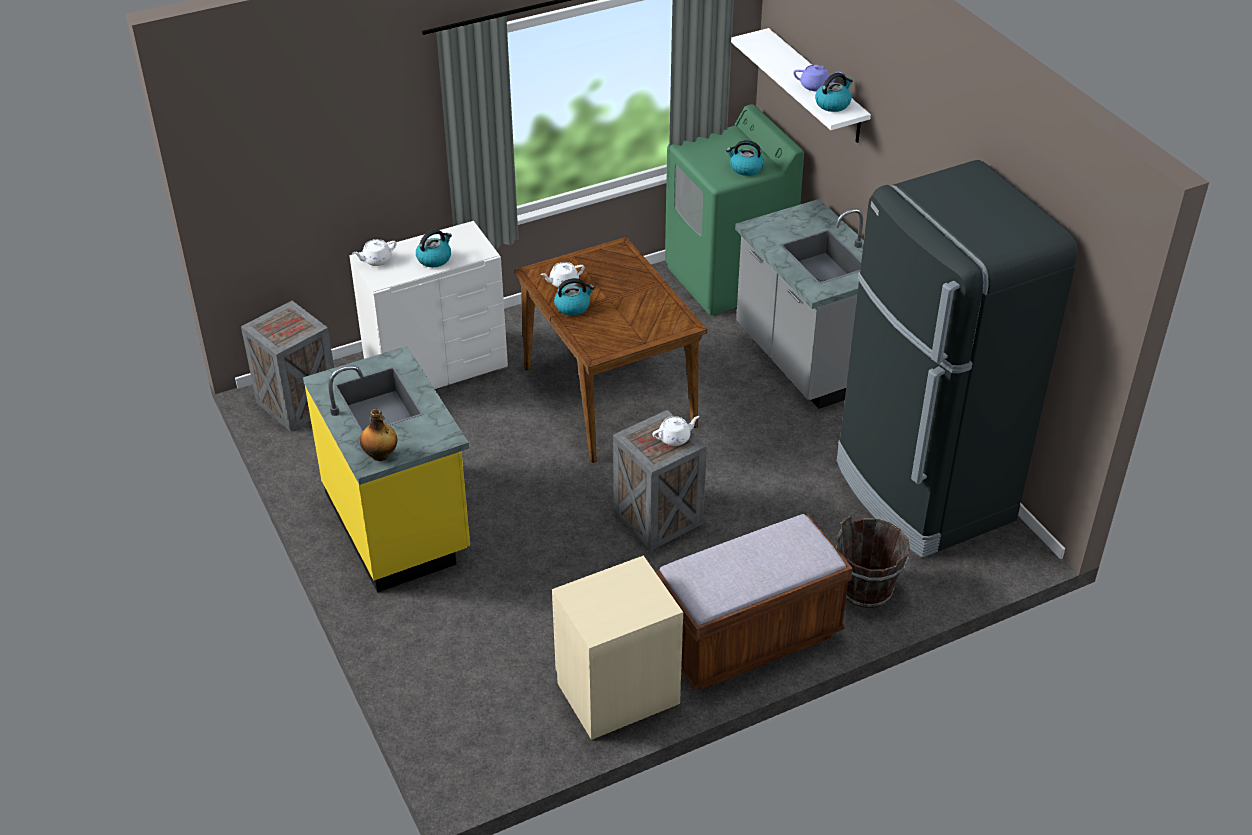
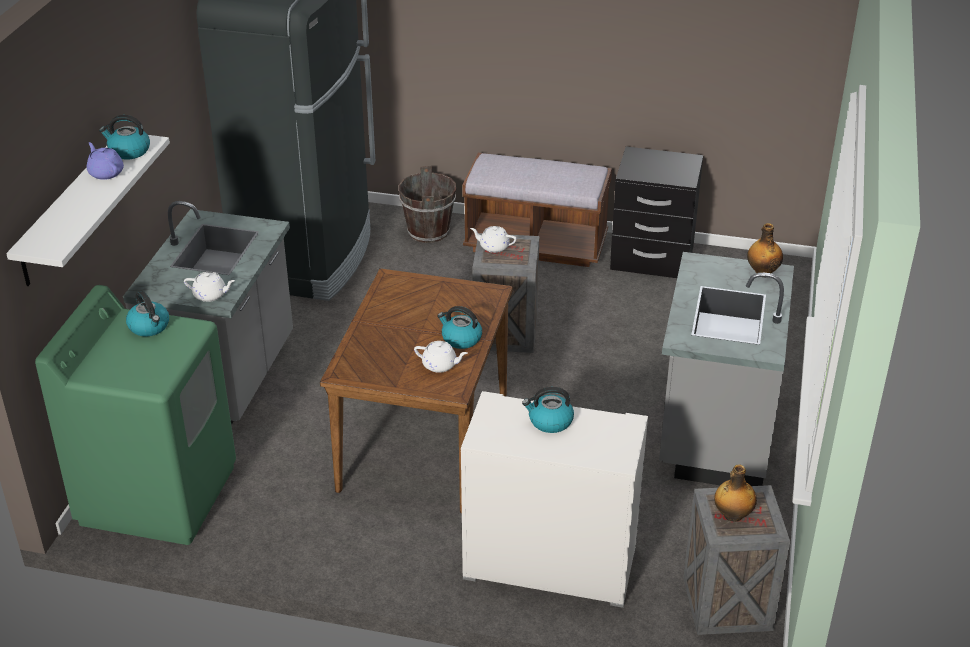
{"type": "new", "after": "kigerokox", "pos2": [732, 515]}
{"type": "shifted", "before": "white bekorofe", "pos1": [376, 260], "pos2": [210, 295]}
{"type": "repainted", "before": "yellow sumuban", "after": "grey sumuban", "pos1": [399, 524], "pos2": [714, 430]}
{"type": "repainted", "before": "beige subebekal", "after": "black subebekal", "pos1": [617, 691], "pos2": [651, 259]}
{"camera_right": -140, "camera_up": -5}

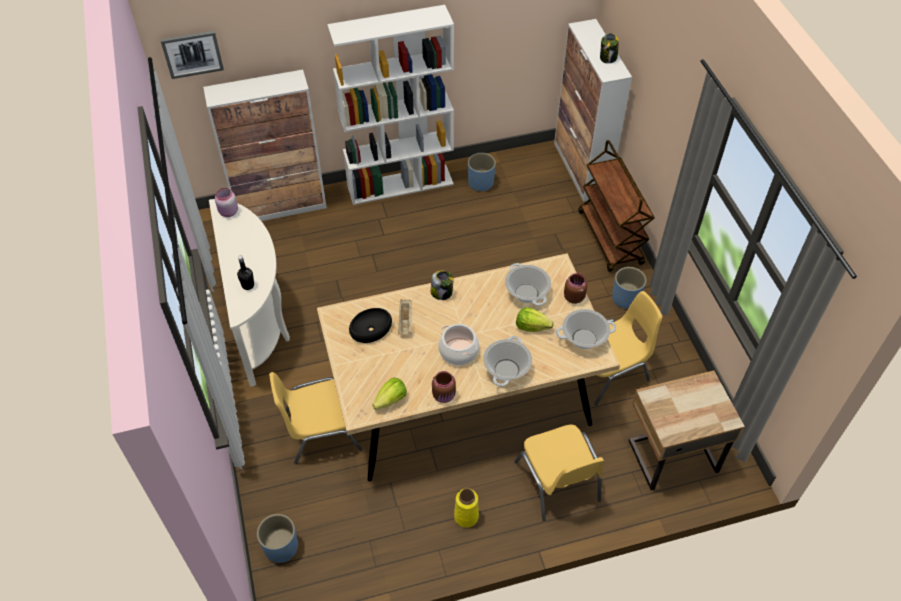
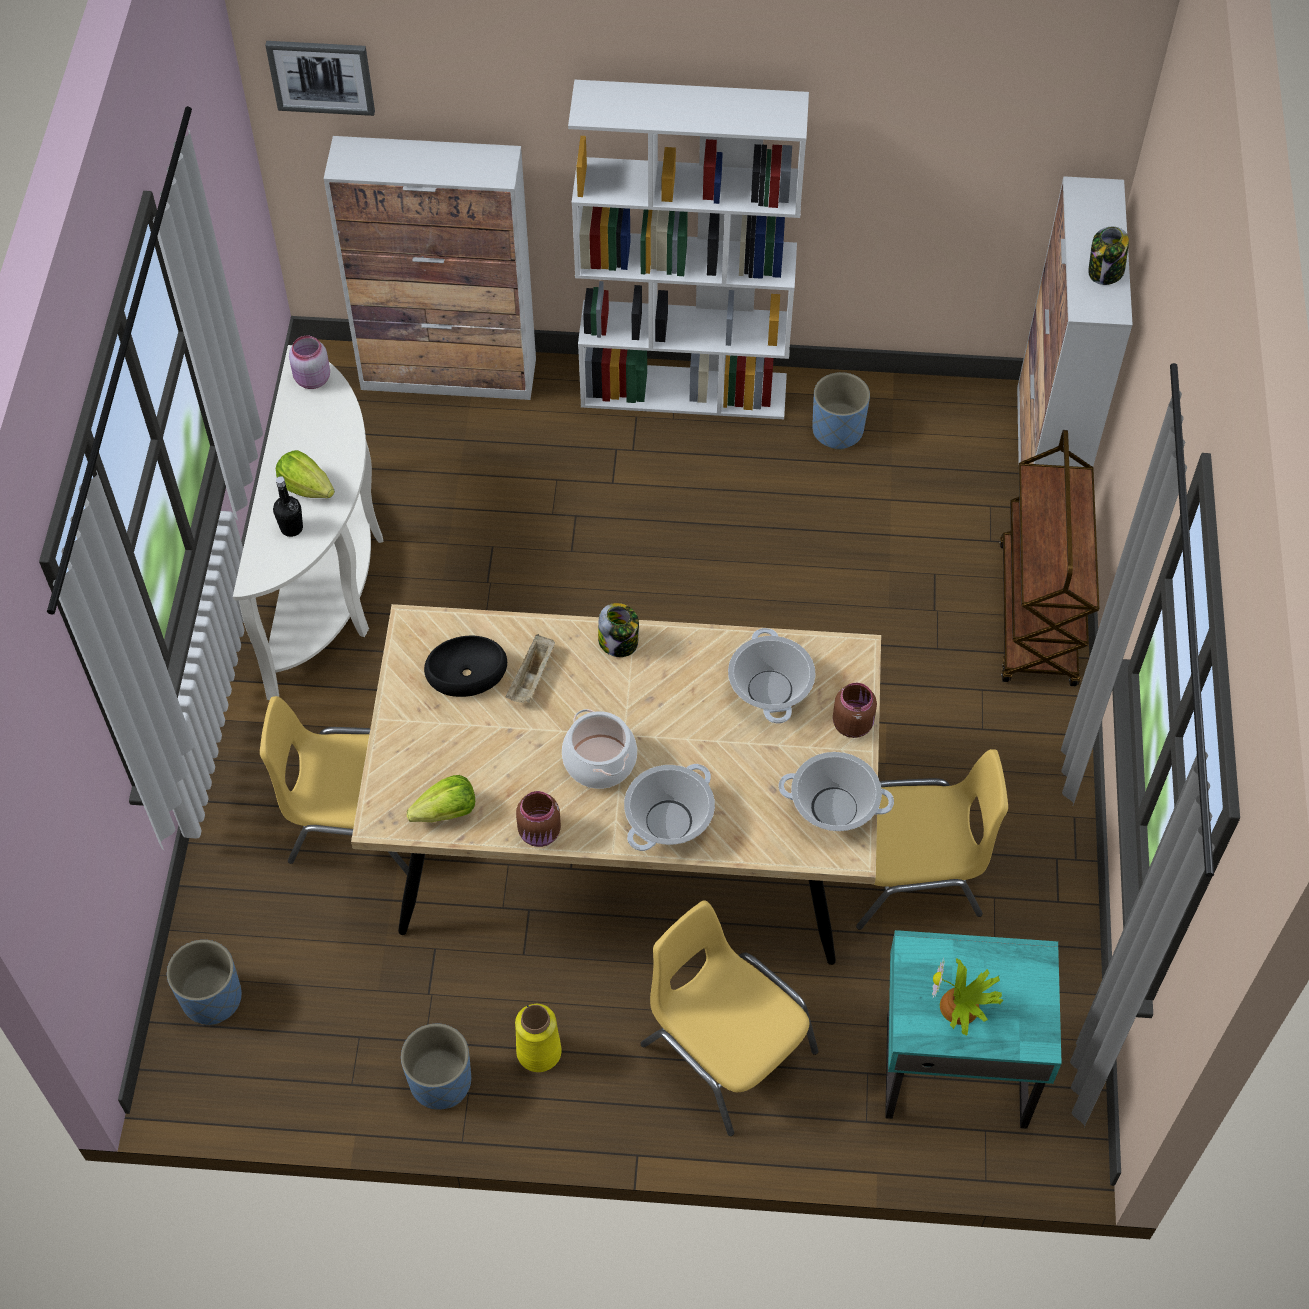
{"type": "new", "after": "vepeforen", "pos2": [961, 1008]}
{"type": "shifted", "before": "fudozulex", "pos1": [532, 326], "pos2": [306, 487]}
{"type": "shifted", "before": "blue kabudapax", "pos1": [625, 298], "pos2": [440, 1082]}
{"type": "repainted", "before": "beige subebekal", "after": "turquoise subebekal", "pos1": [671, 454], "pos2": [954, 1066]}
{"type": "rotated", "before": "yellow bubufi", "pos1": [558, 482], "pos2": [726, 1047], "turn": 135}
{"camera_right": 20, "camera_up": 5}

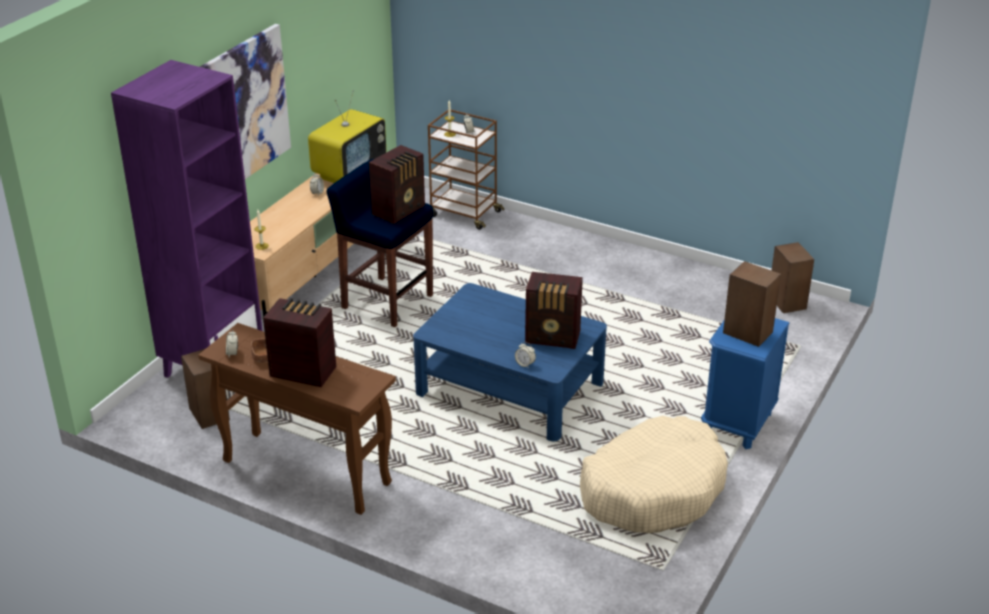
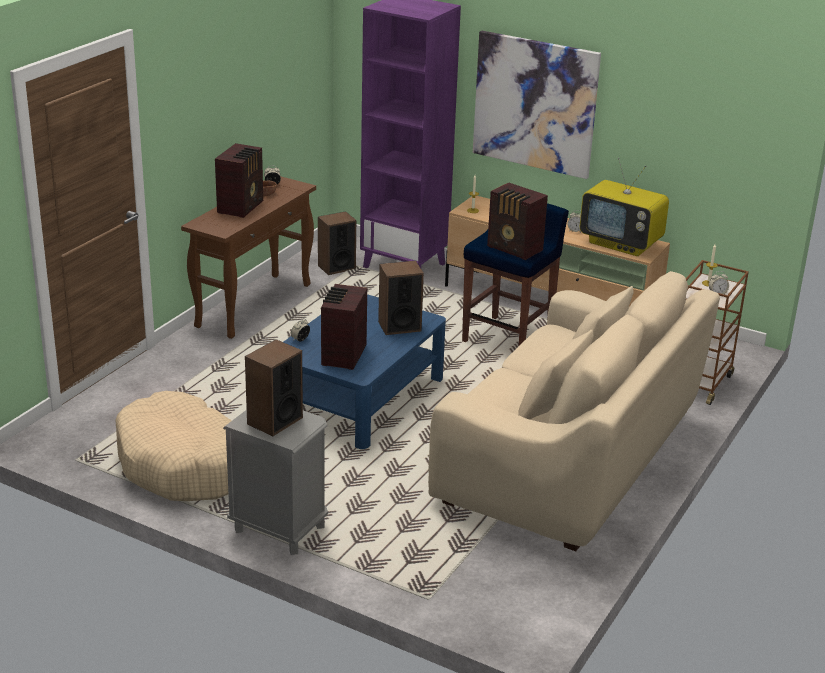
{"type": "new", "after": "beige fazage", "pos2": [570, 460]}
{"type": "shifted", "before": "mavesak", "pos1": [787, 302], "pos2": [399, 326]}
{"type": "repainted", "before": "blue subebekal", "after": "grey subebekal", "pos1": [737, 424], "pos2": [278, 529]}
{"camera_right": 90, "camera_up": -5}

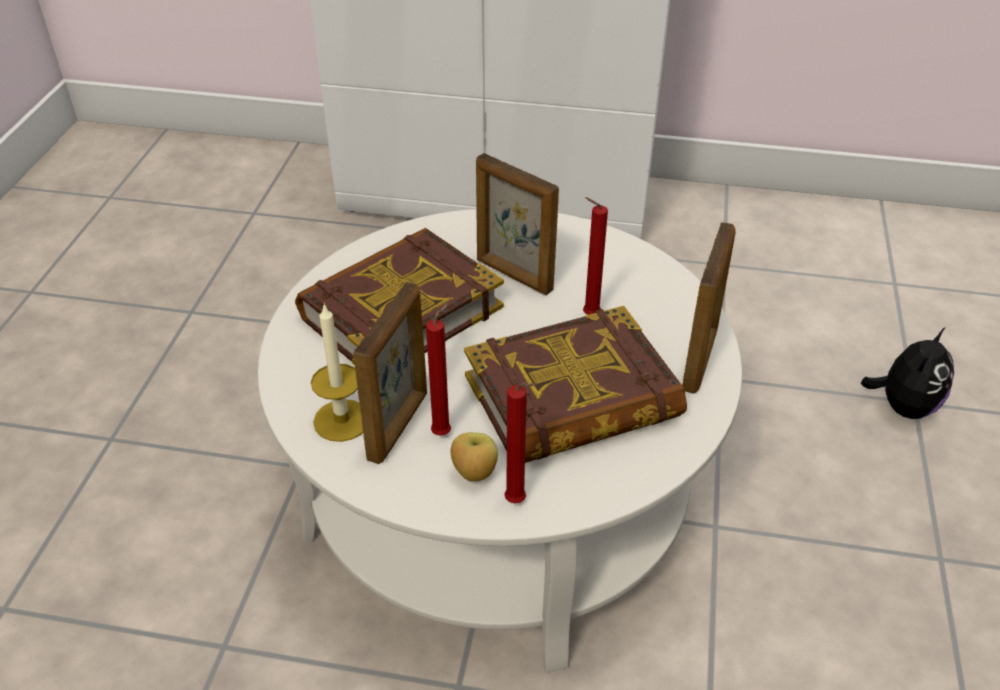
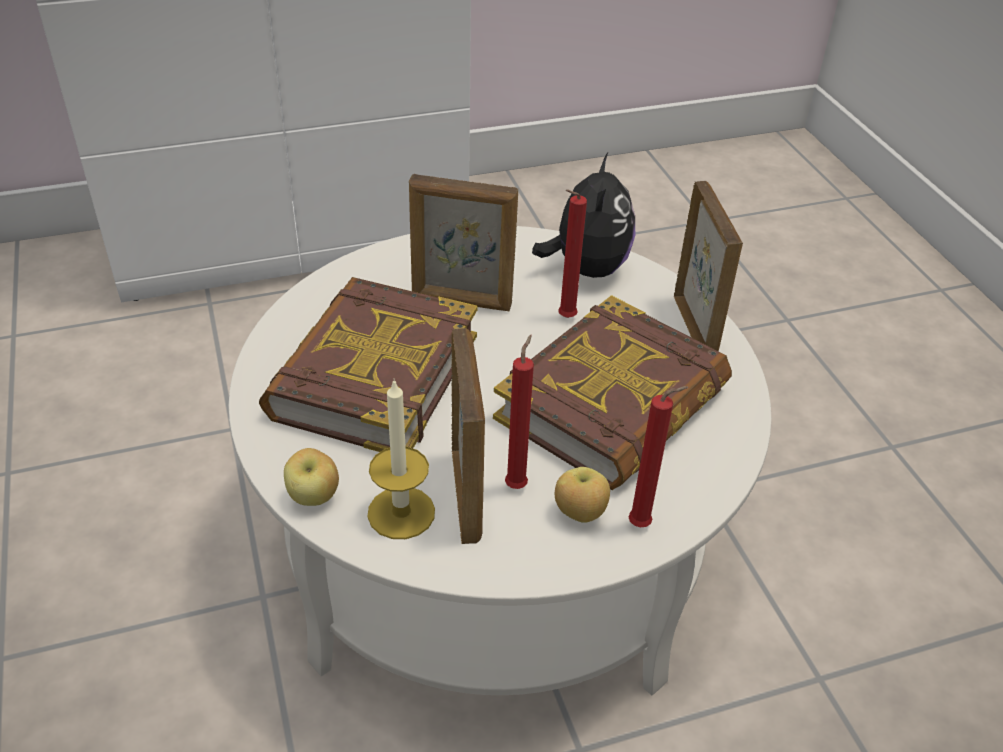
{"type": "new", "after": "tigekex", "pos2": [314, 497]}
{"type": "shifted", "before": "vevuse", "pos1": [903, 406], "pos2": [586, 268]}
{"camera_right": -30, "camera_up": 0}

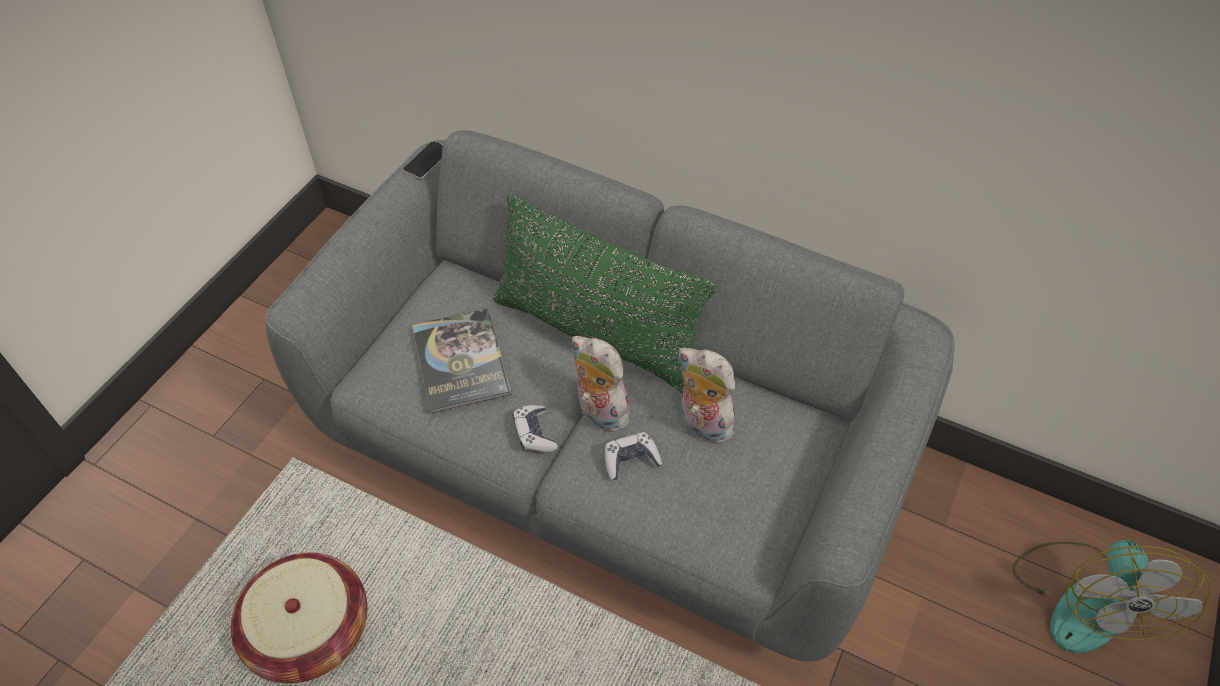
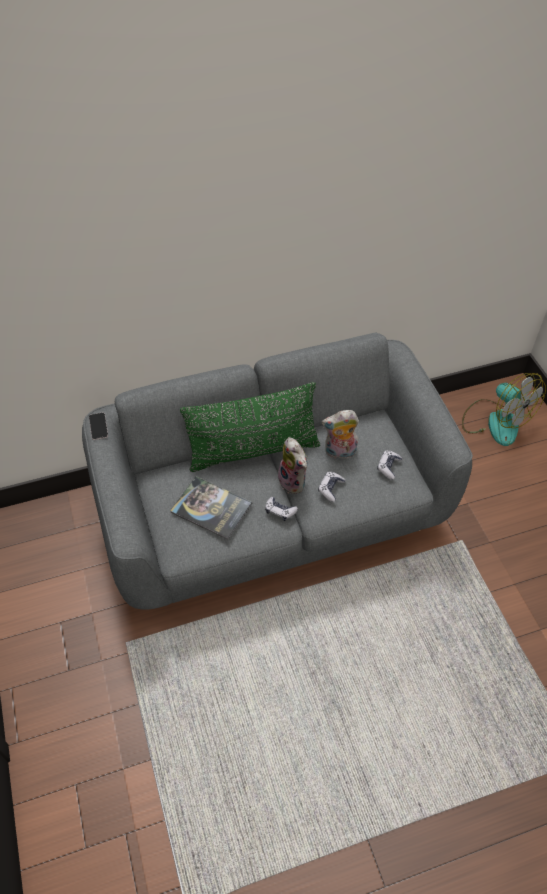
{"type": "gone", "before": "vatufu", "pos1": [310, 631]}
{"type": "new", "after": "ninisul", "pos2": [388, 467]}
{"type": "rotated", "before": "vevuse", "pos1": [598, 413], "pos2": [294, 481], "turn": -120}
{"camera_right": -45, "camera_up": 0}

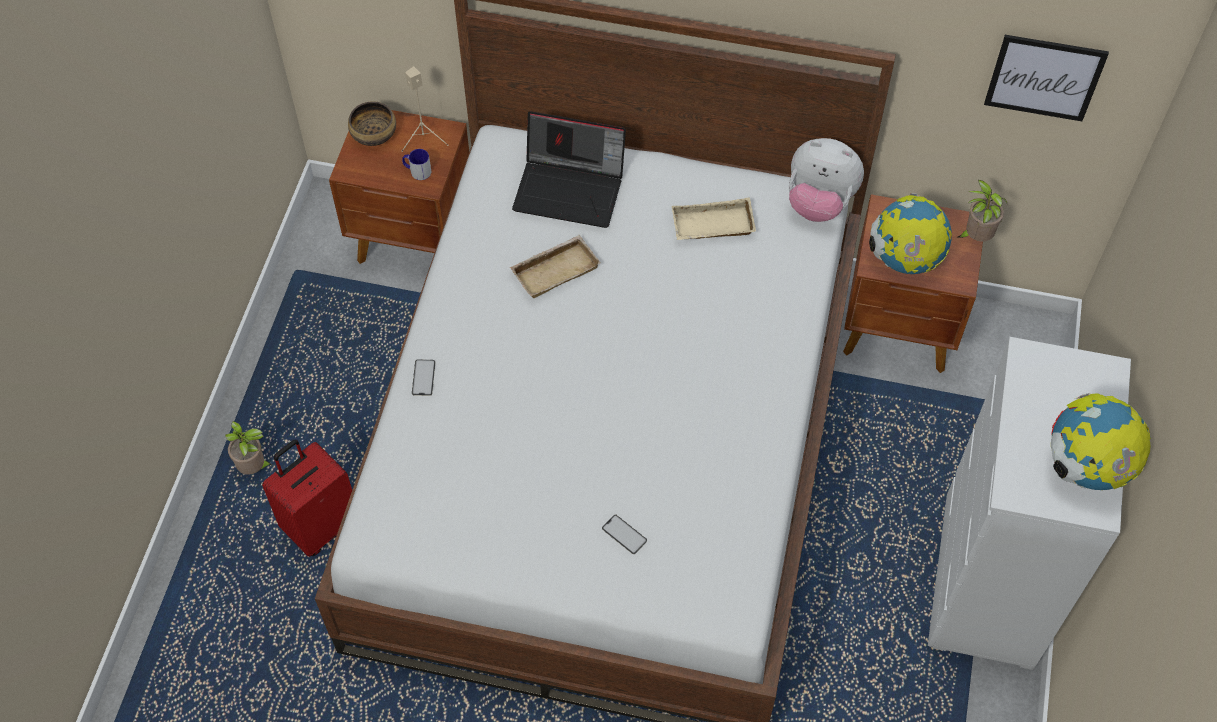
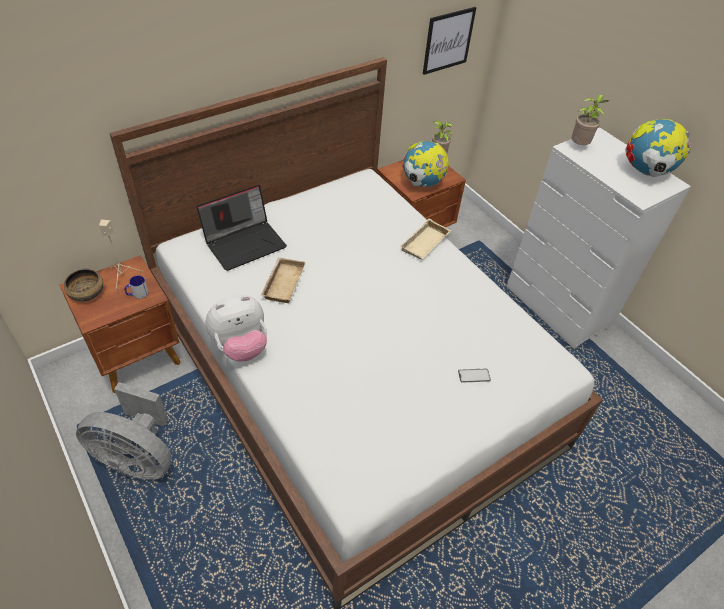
{"type": "gone", "before": "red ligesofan", "pos1": [321, 524]}
{"type": "gone", "before": "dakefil", "pos1": [423, 378]}
{"type": "new", "after": "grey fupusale", "pos2": [138, 457]}
{"type": "shifted", "before": "vepeforen", "pos1": [254, 468], "pos2": [579, 146]}
{"type": "shifted", "before": "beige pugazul", "pos1": [712, 227], "pos2": [425, 244]}
{"type": "shifted", "before": "vevuse", "pos1": [819, 202], "pos2": [240, 346]}
{"camera_right": -50, "camera_up": -10}

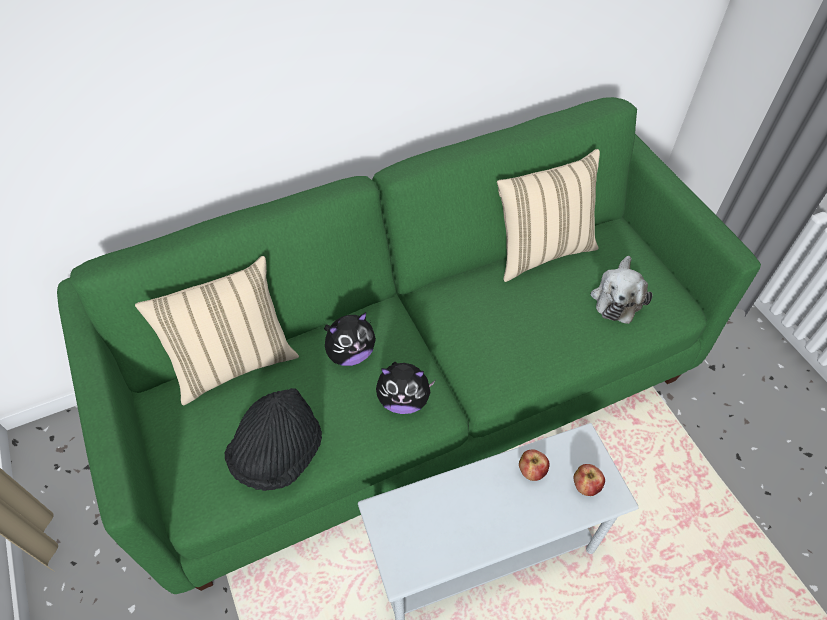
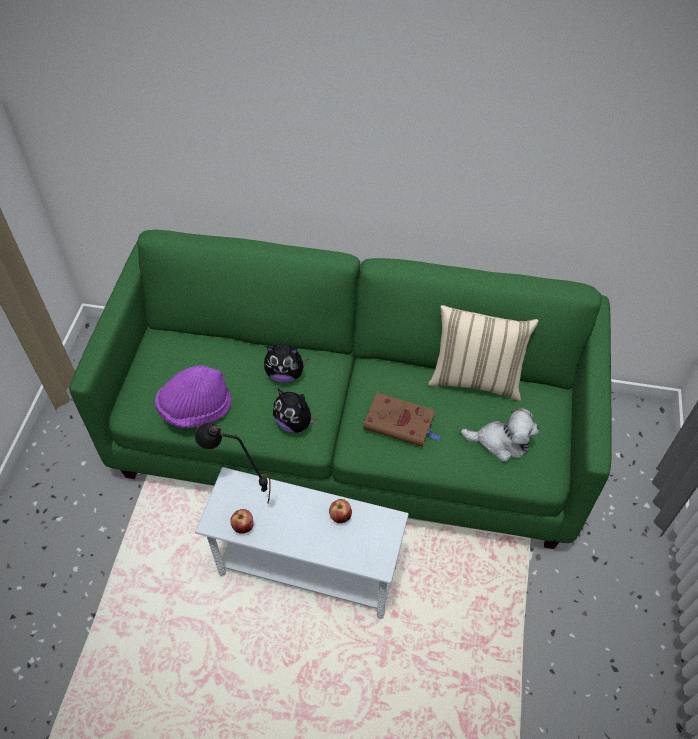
{"type": "gone", "before": "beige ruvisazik", "pos1": [234, 363]}
{"type": "new", "after": "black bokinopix", "pos2": [240, 495]}
{"type": "new", "after": "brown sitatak", "pos2": [401, 423]}
{"type": "shifted", "before": "tigekex", "pos1": [585, 486], "pos2": [243, 527]}
{"type": "repainted", "before": "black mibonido", "after": "purple mibonido", "pos1": [278, 453], "pos2": [195, 409]}
{"type": "rotated", "before": "vevuse", "pos1": [617, 297], "pos2": [501, 442], "turn": -135}
{"camera_right": 35, "camera_up": 0}

